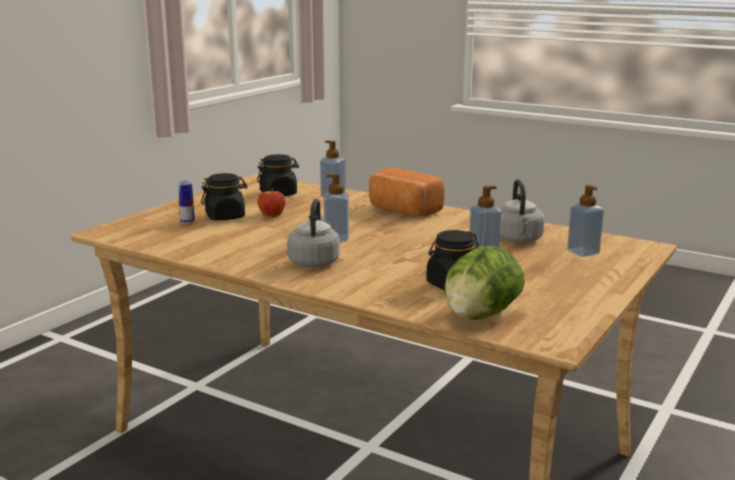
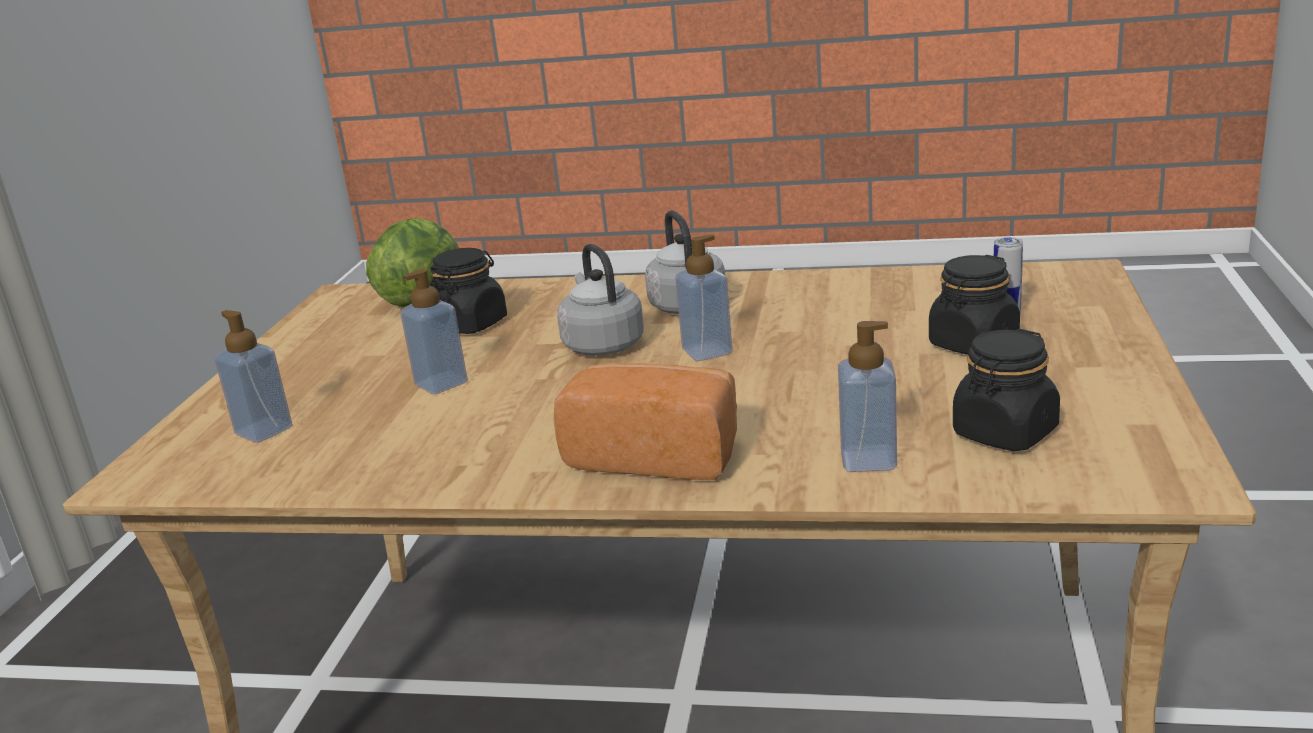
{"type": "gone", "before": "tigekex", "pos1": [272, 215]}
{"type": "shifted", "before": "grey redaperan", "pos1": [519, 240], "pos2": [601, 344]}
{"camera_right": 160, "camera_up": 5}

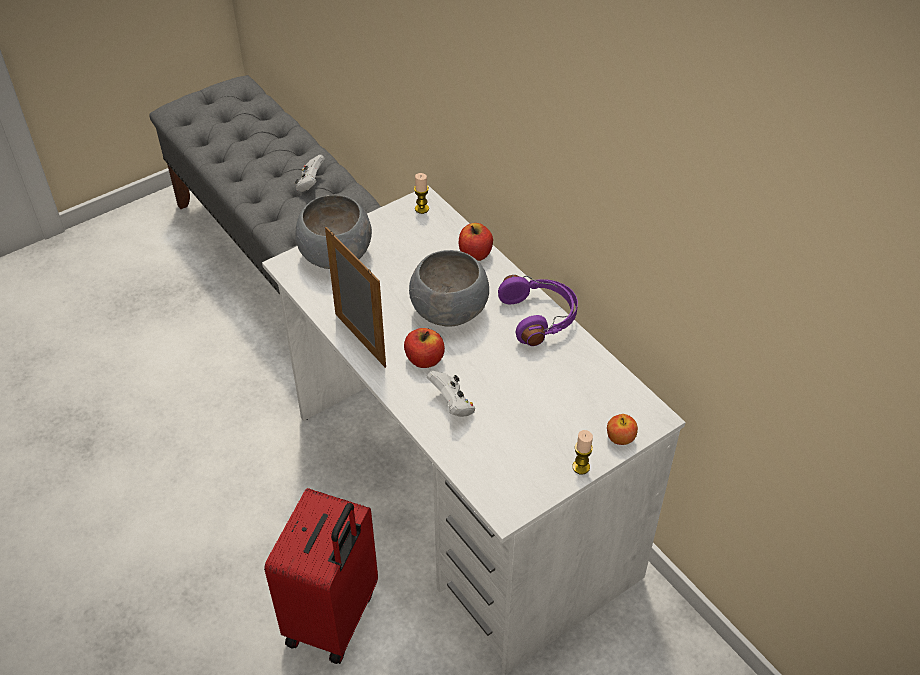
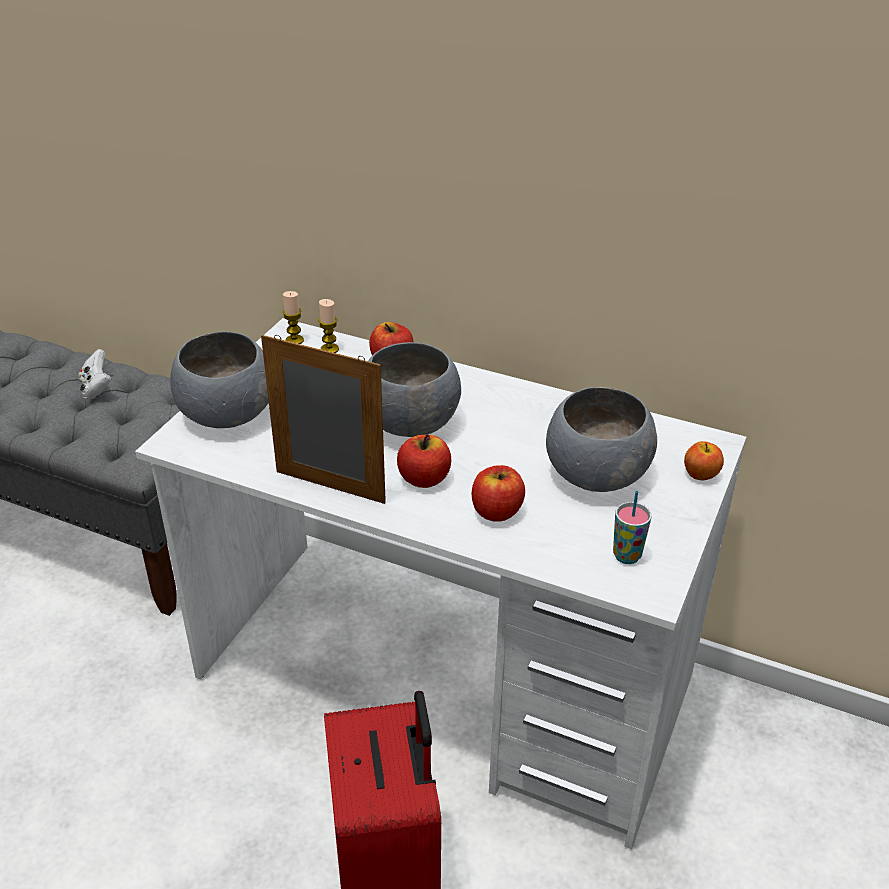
{"type": "gone", "before": "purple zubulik", "pos1": [540, 317]}
{"type": "new", "after": "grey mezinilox", "pos2": [595, 474]}
{"type": "new", "after": "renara", "pos2": [626, 556]}
{"type": "shifted", "before": "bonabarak", "pos1": [581, 467], "pos2": [329, 349]}
{"type": "swapped", "before": "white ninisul", "after": "tigekex", "pos1": [452, 405], "pos2": [496, 511]}
{"camera_right": -30, "camera_up": -10}

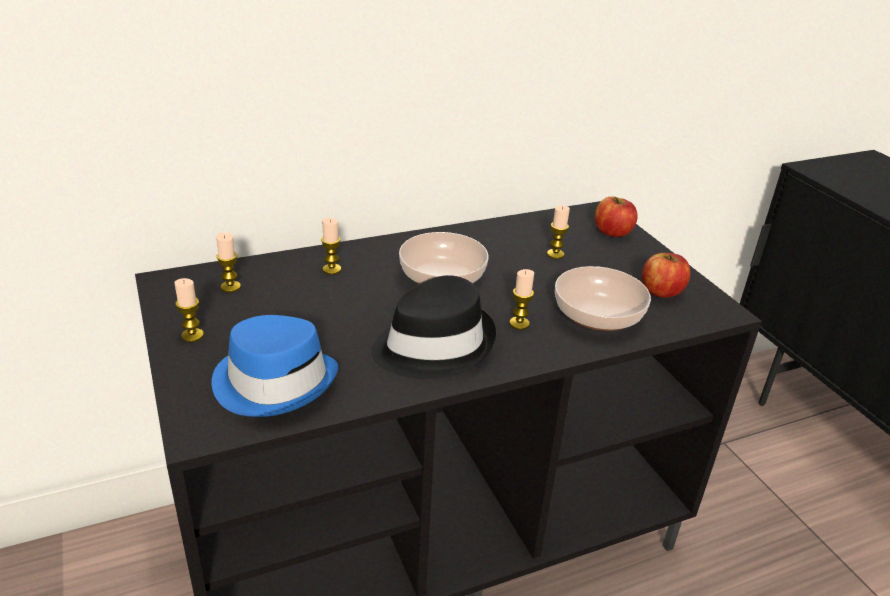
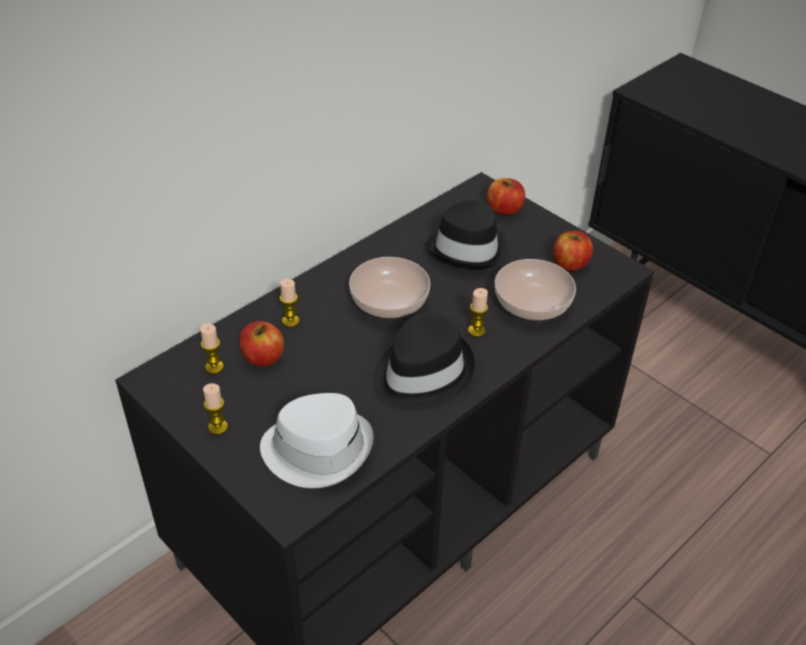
{"type": "new", "after": "tigekex", "pos2": [263, 357]}
{"type": "swapped", "before": "bonabarak", "after": "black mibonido", "pos1": [555, 254], "pos2": [469, 248]}
{"type": "repainted", "before": "blue mibonido", "after": "white mibonido", "pos1": [274, 382], "pos2": [318, 449]}
{"camera_right": -20, "camera_up": 10}

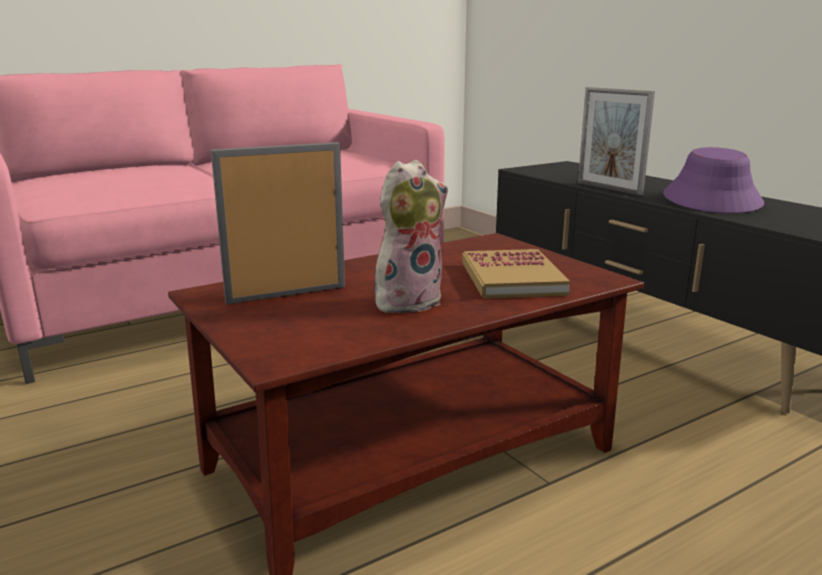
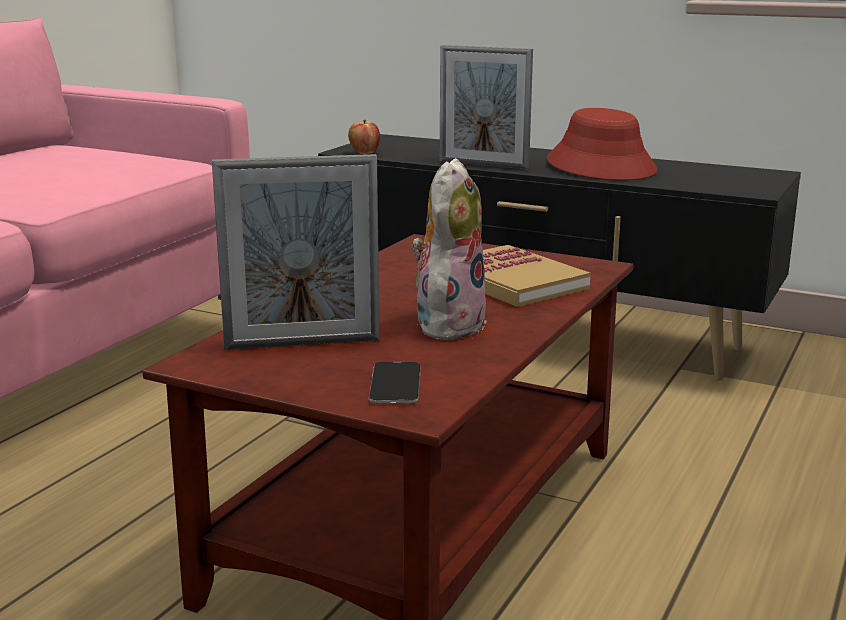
{"type": "new", "after": "tigekex", "pos2": [364, 153]}
{"type": "new", "after": "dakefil", "pos2": [395, 385]}
{"type": "repainted", "before": "purple mibonido", "after": "red mibonido", "pos1": [712, 200], "pos2": [601, 166]}
{"type": "rotated", "before": "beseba", "pos1": [286, 294], "pos2": [302, 343], "turn": -135}
{"camera_right": -30, "camera_up": 0}

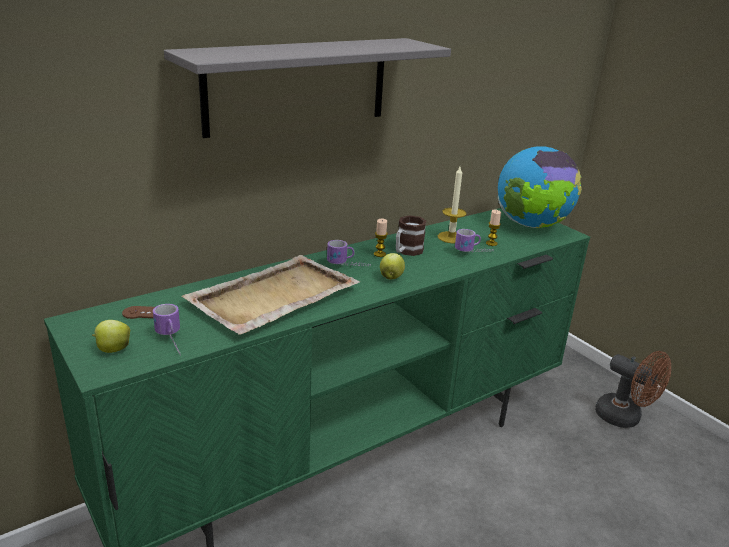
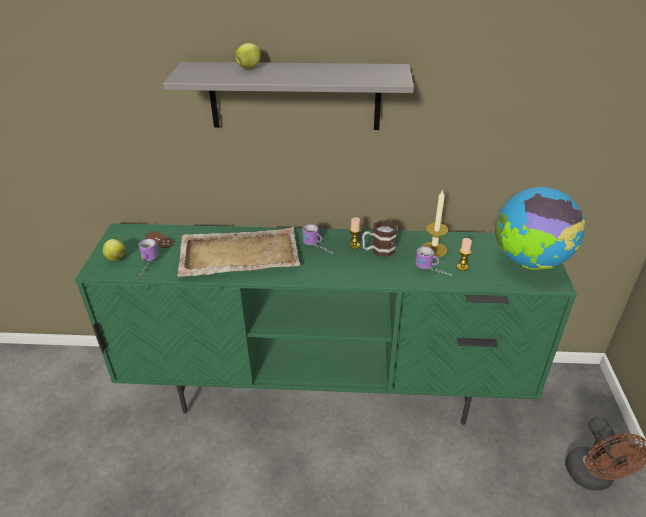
{"type": "shifted", "before": "tigekex", "pos1": [391, 277], "pos2": [249, 68]}
{"camera_right": 40, "camera_up": 10}

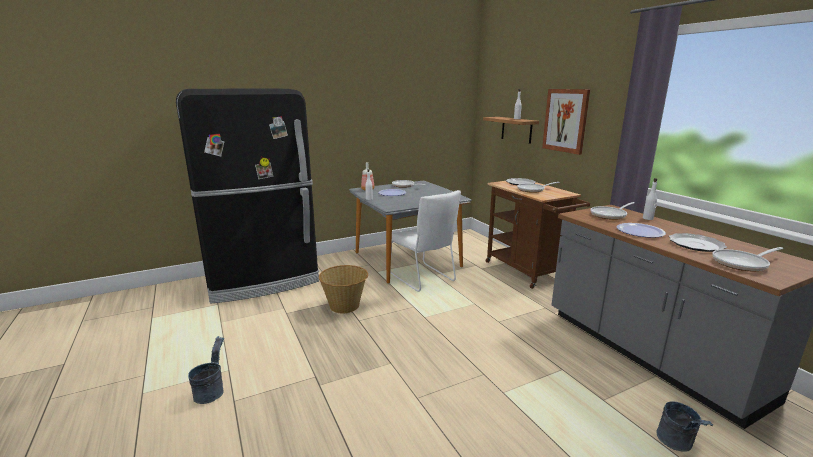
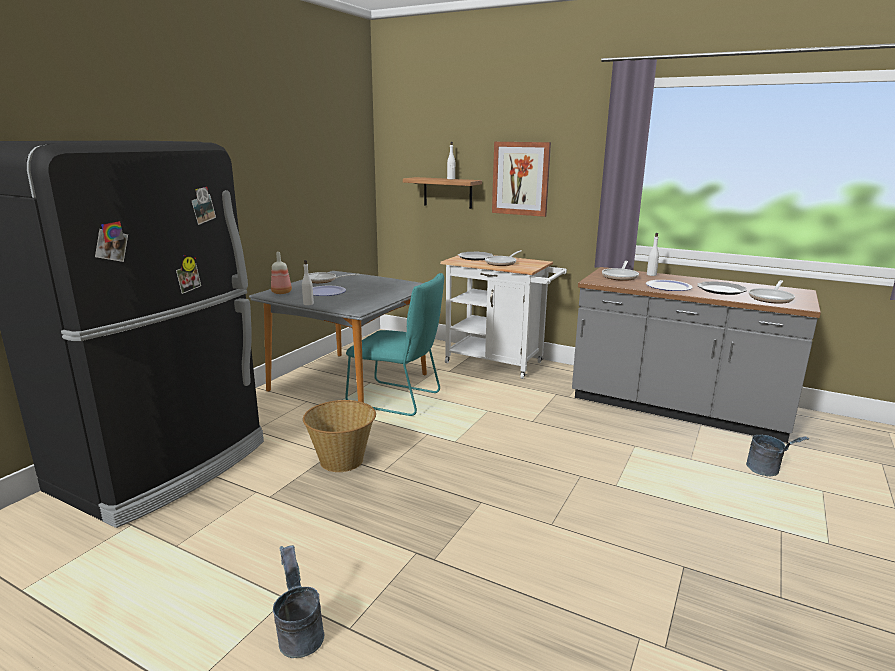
{"type": "repainted", "before": "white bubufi", "after": "turquoise bubufi", "pos1": [423, 278], "pos2": [398, 399]}
{"type": "repainted", "before": "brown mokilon", "after": "white mokilon", "pos1": [528, 272], "pos2": [500, 363]}
{"camera_right": -35, "camera_up": 0}

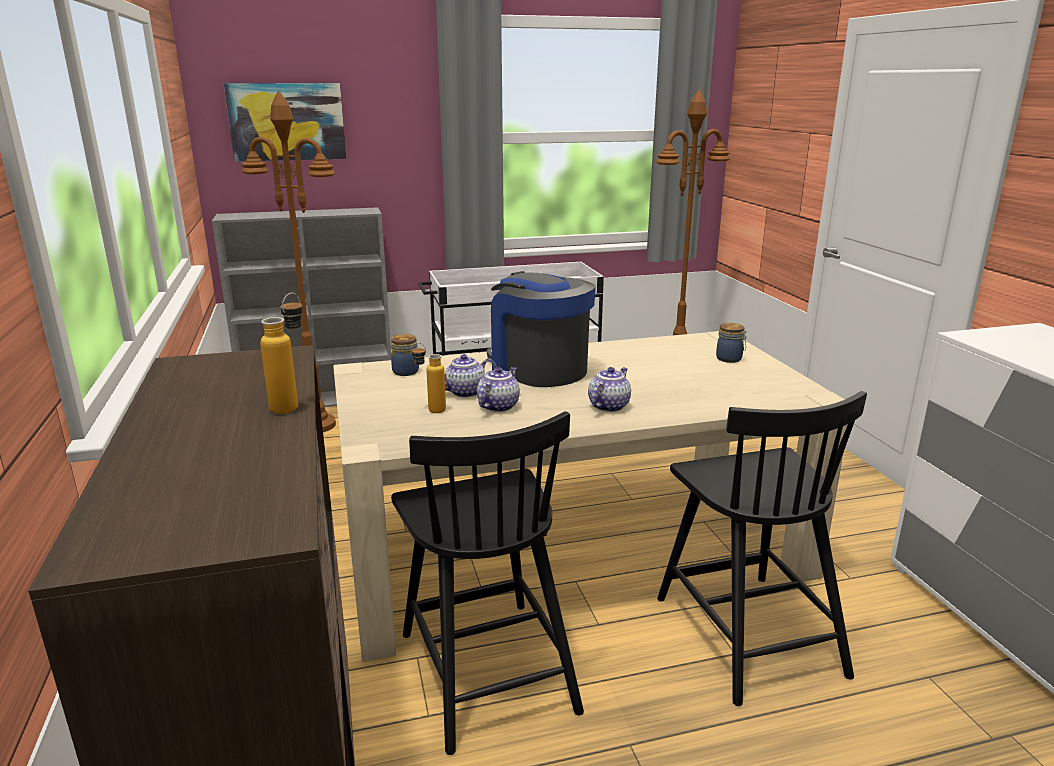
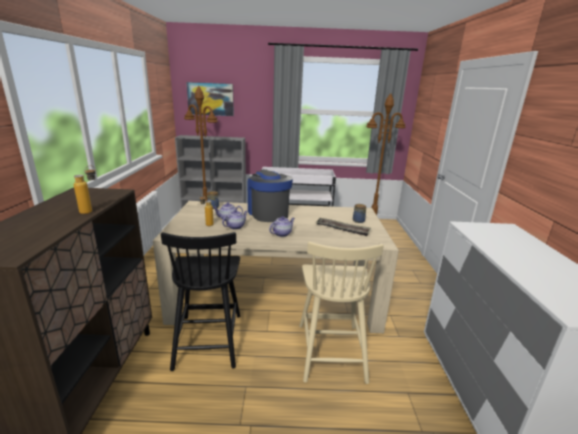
{"type": "new", "after": "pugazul", "pos2": [342, 229]}
{"type": "repainted", "before": "black bubufi", "after": "beige bubufi", "pos1": [746, 633], "pos2": [330, 350]}
{"camera_right": 15, "camera_up": 0}

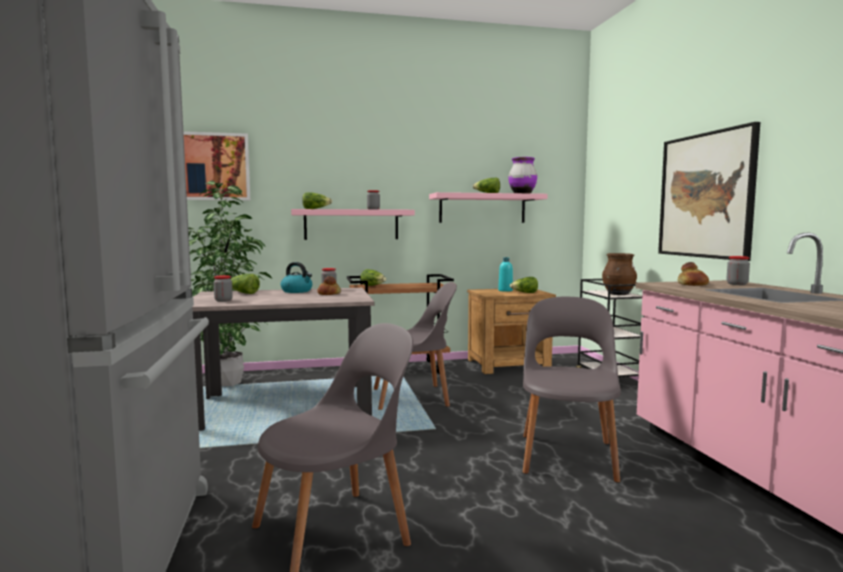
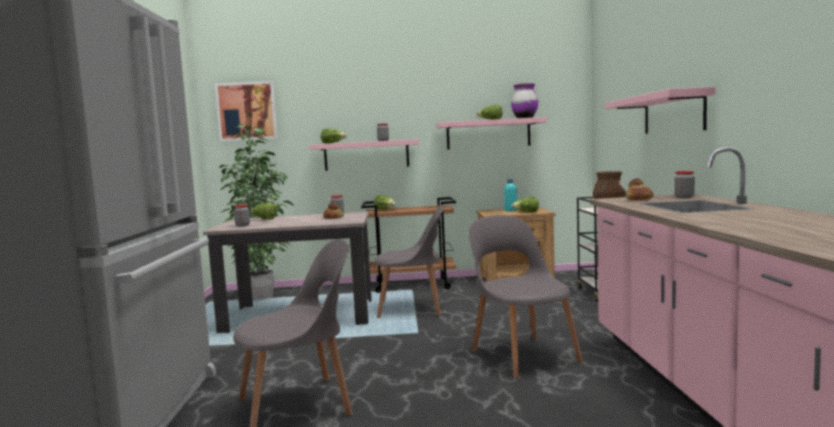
{"type": "gone", "before": "redaperan", "pos1": [297, 291]}
{"type": "swapped", "before": "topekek", "after": "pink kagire", "pos1": [705, 195], "pos2": [673, 113]}
{"type": "rotated", "before": "grey bubufi", "pos1": [567, 454], "pos2": [522, 354], "turn": -45}
{"camera_right": 10, "camera_up": 0}

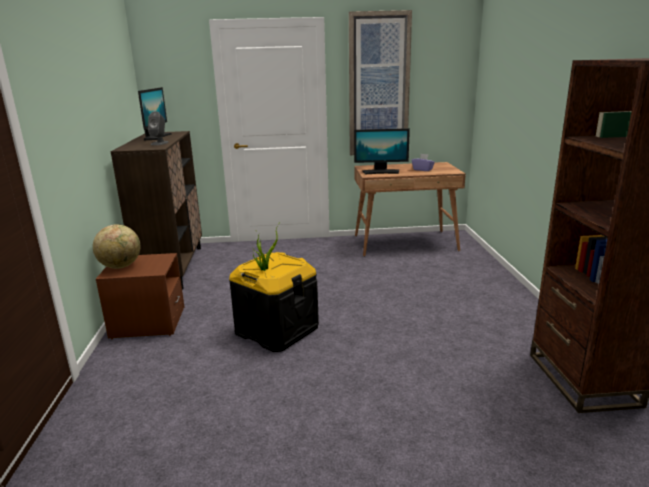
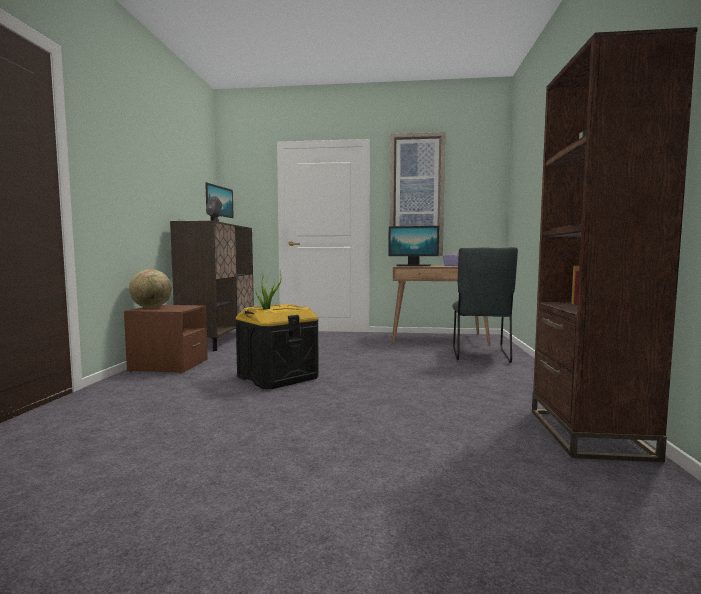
{"type": "new", "after": "grey bubufi", "pos2": [480, 356]}
{"camera_right": 10, "camera_up": -15}

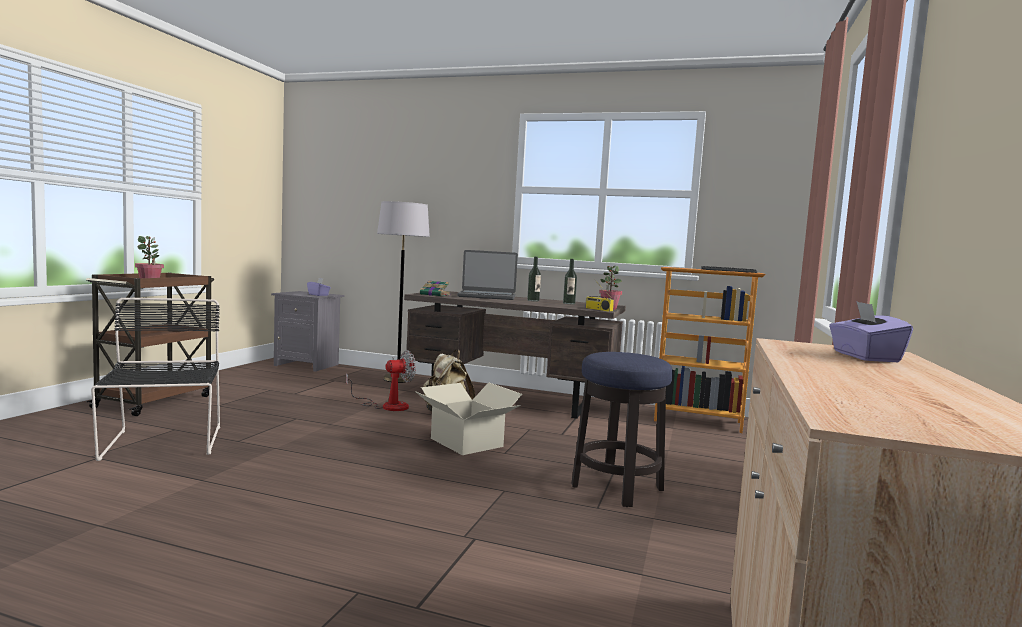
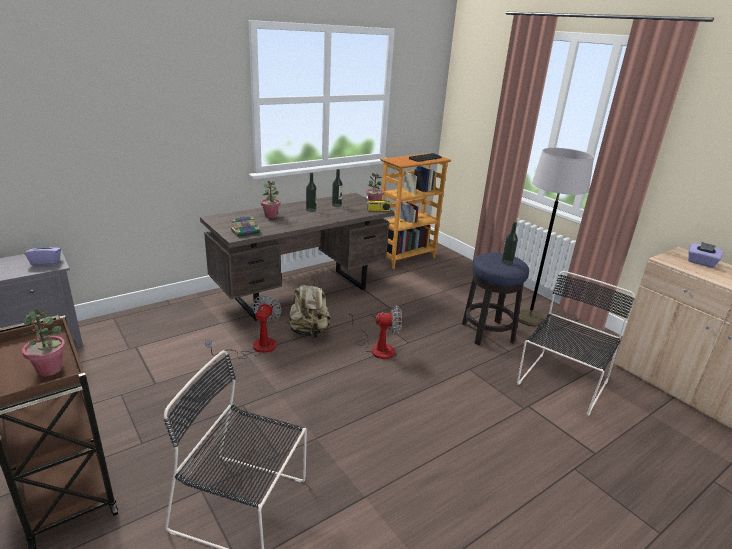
{"type": "new", "after": "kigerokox", "pos2": [507, 262]}
{"type": "new", "after": "black bubufi", "pos2": [561, 384]}
{"type": "shifted", "before": "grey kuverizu", "pos1": [398, 379], "pos2": [529, 318]}
{"type": "swapped", "before": "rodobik", "after": "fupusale", "pos1": [467, 442], "pos2": [377, 347]}
{"type": "swapped", "before": "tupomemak", "after": "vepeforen", "pos1": [487, 296], "pos2": [271, 216]}
{"camera_right": -55, "camera_up": 20}

